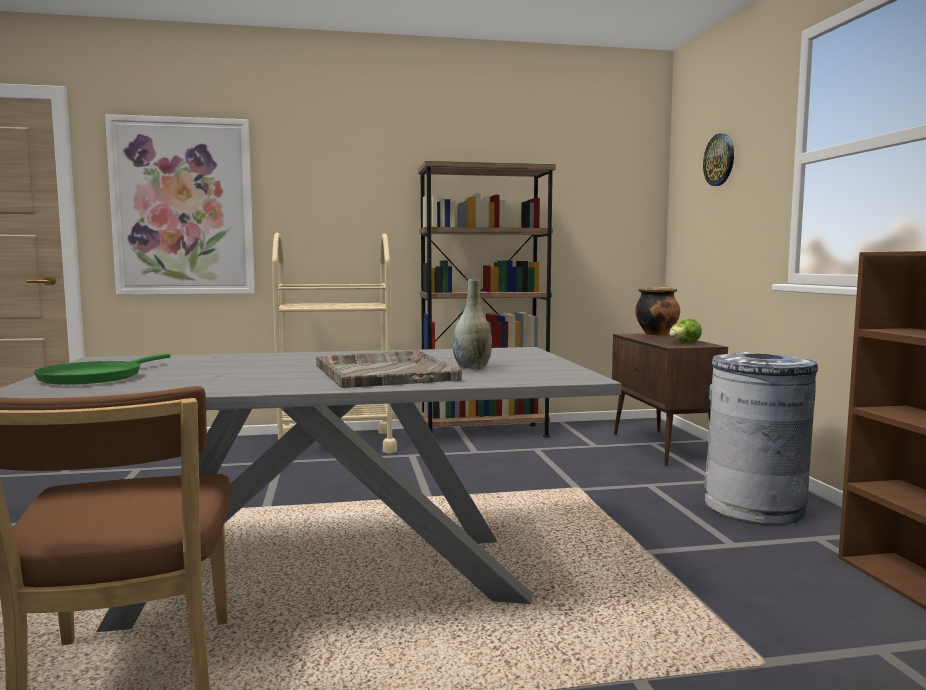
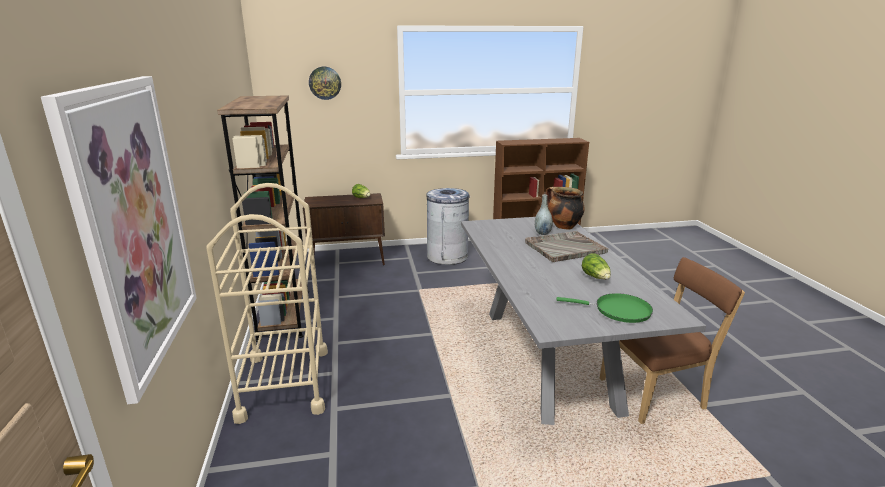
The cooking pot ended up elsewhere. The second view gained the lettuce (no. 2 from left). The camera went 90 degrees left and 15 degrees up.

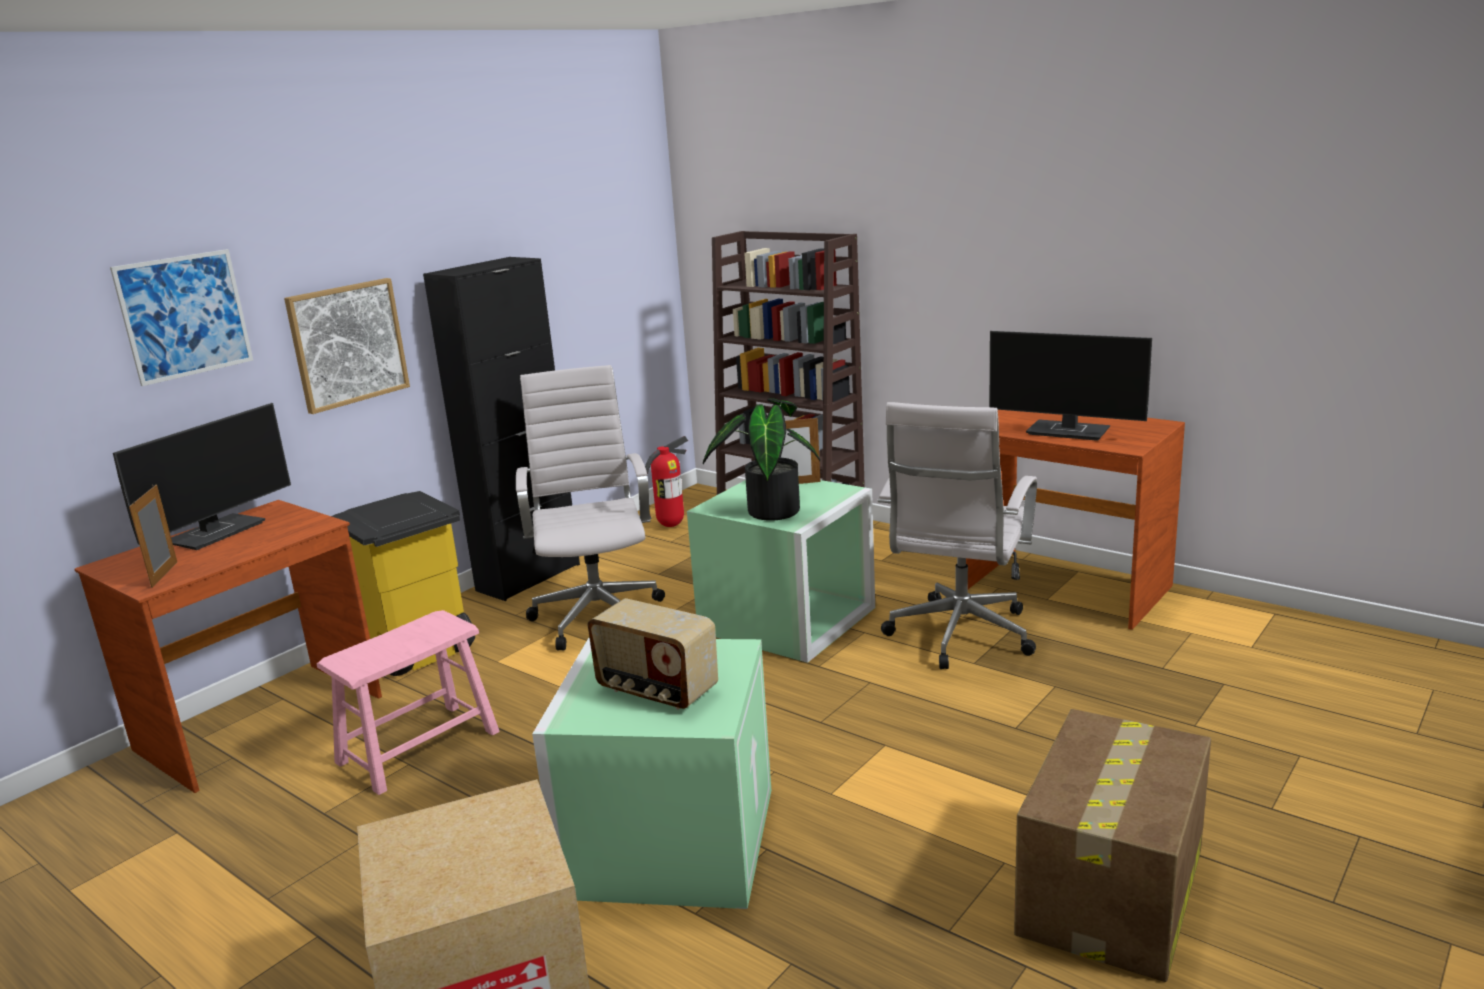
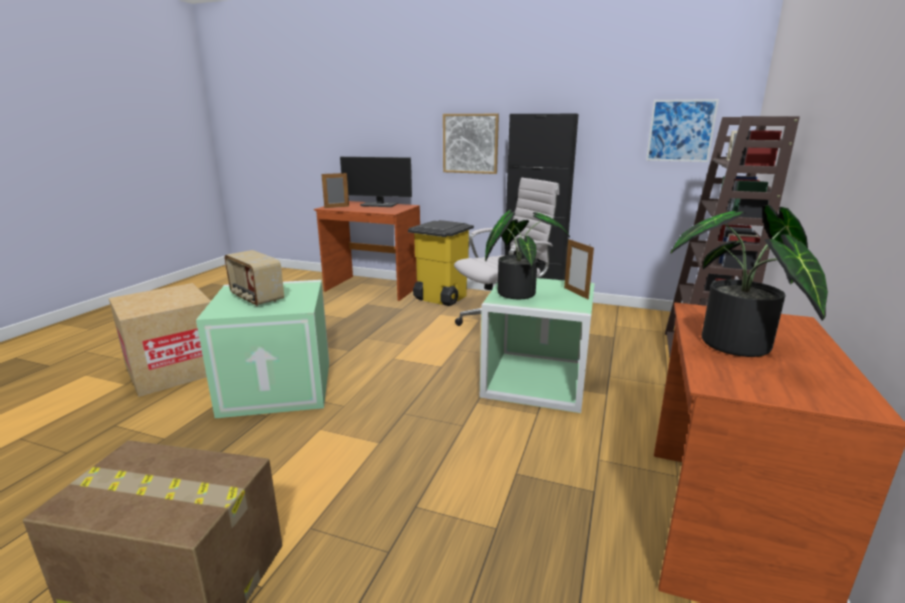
The picture (no. 1 from left in the first image) ended up elsewhere. Where the monitor (no. 2 from left) stood, the potted plant (no. 2 from left) came to stand. The second view lost the office chair/white (no. 2 from left). The second view lost the fire extinguisher. The radio ended up facing another way, 60 degrees counterclockwise from before. The second view lost the stool/pink. The camera went 70 degrees right and 0 degrees up.

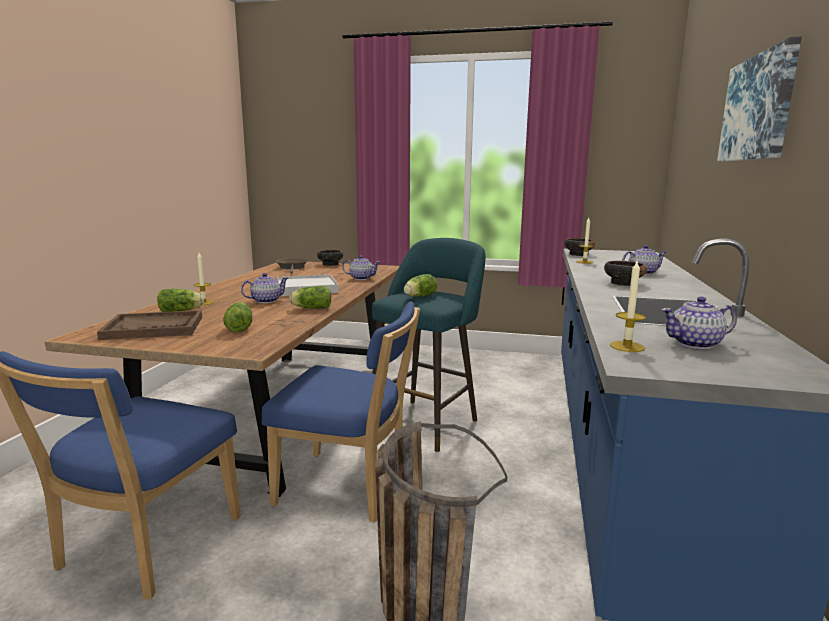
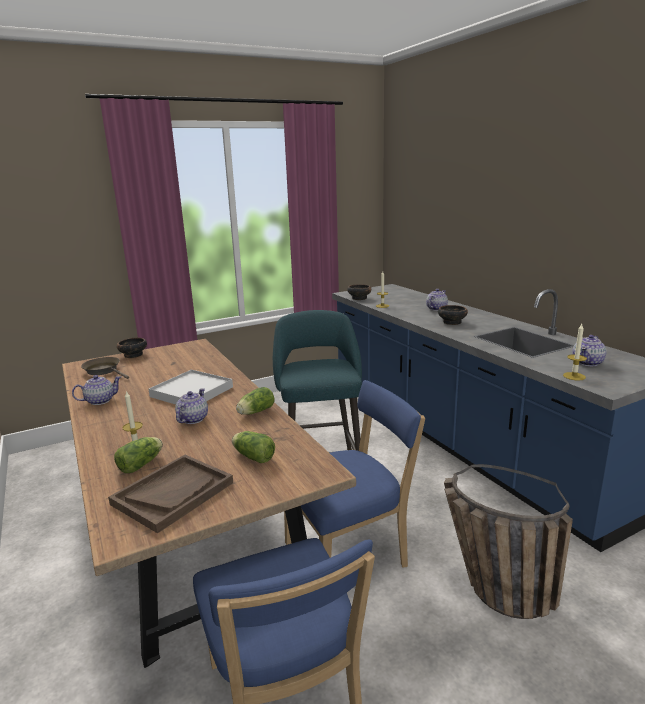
The second view lost the picture. The teapot (no. 2 from left in the first image) ended up elsewhere. The second view lost the lettuce (no. 4 from left). The camera went 40 degrees left and 5 degrees up.

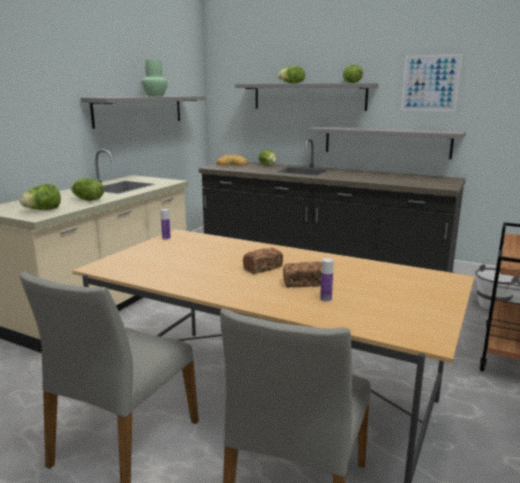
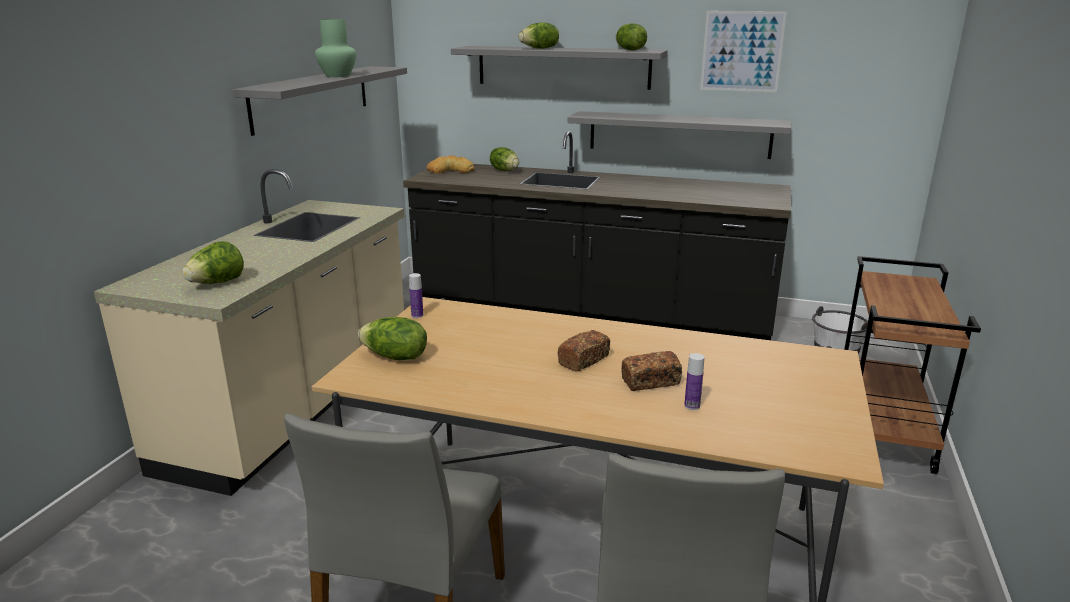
The lettuce (no. 2 from left) ended up elsewhere. The camera went 10 degrees left and 5 degrees up.

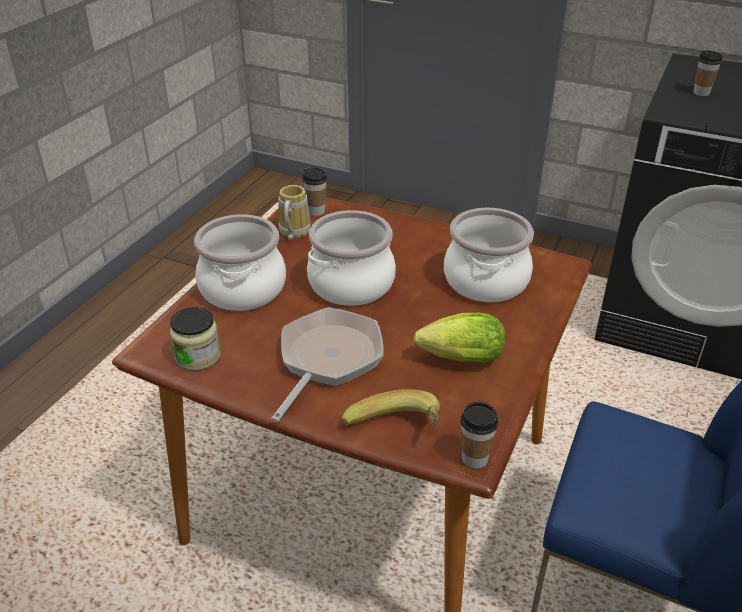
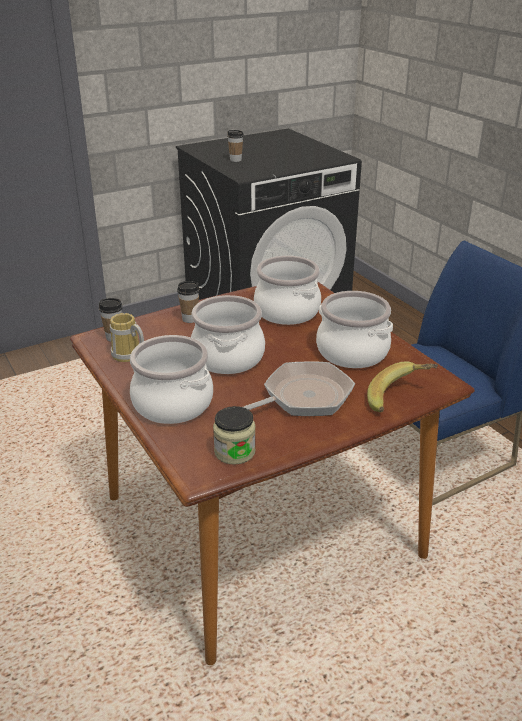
The frying pan ended up facing another way, 90 degrees clockwise from before. Where the lettuce stood, the cooking pot (no. 4 from left) came to stand. The cup (no. 2 from left) ended up elsewhere. The camera went 55 degrees left and 5 degrees down.

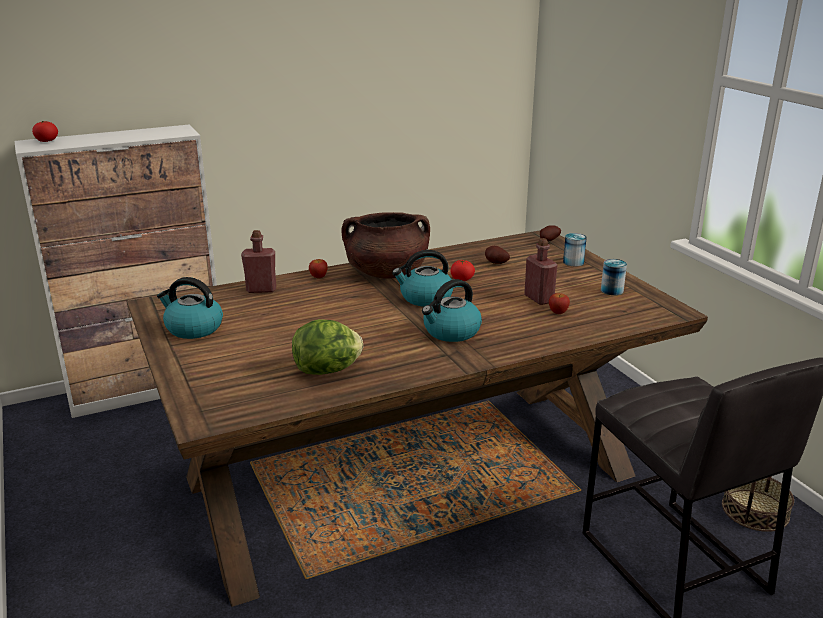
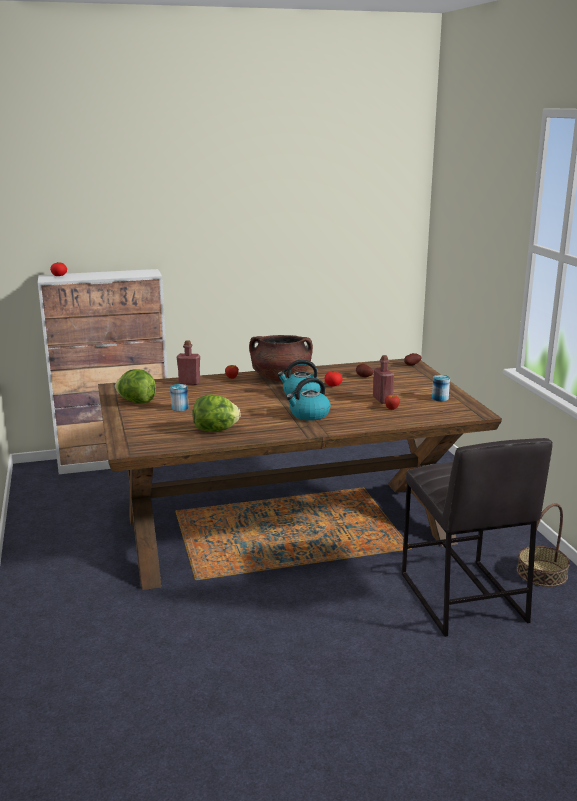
The can (no. 1 from left) ended up elsewhere. Where the kettle (no. 1 from left) stood, the lettuce (no. 1 from left) came to stand. The camera went 10 degrees right and 5 degrees down.

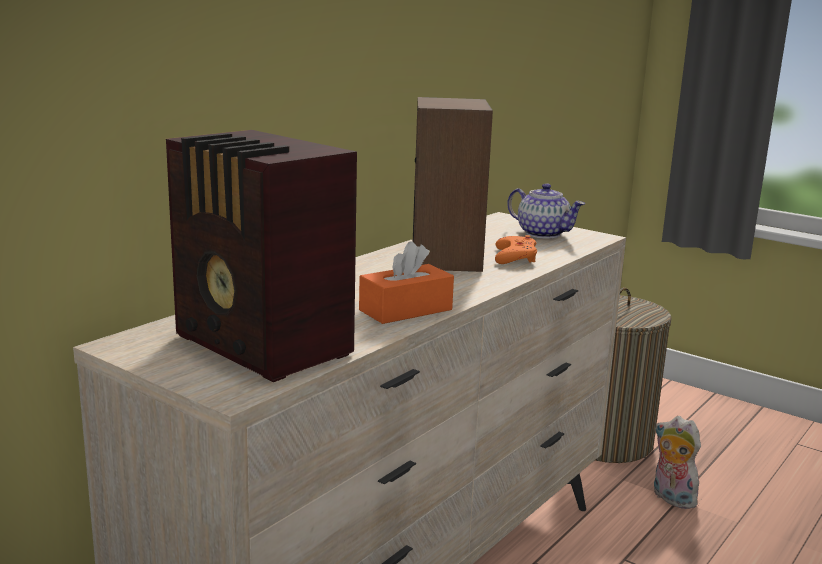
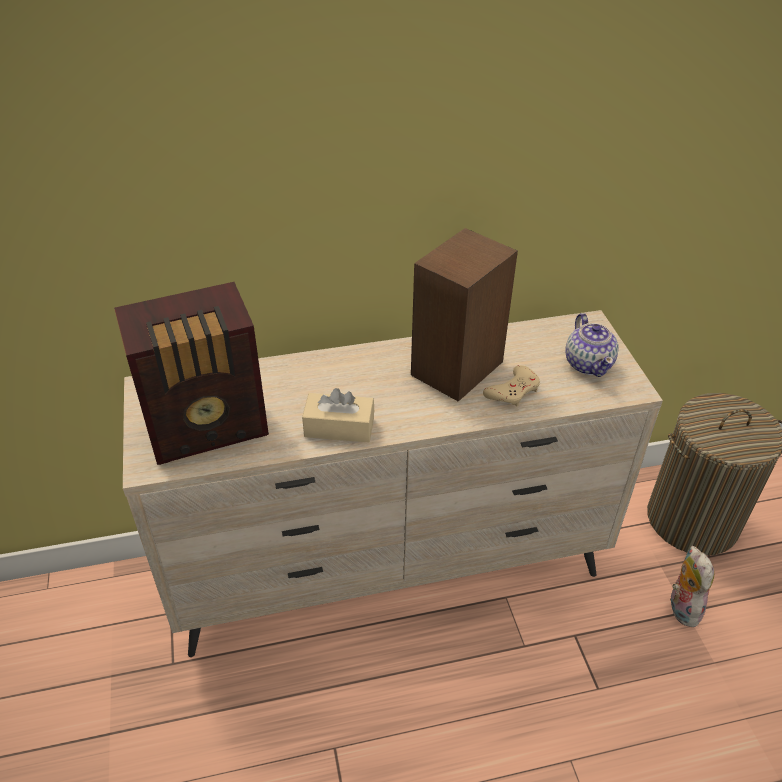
The radio ended up facing another way, 105 degrees counterclockwise from before. What was the game controller/orange turned into the game controller/beige. What was the tissue box/orange turned into the tissue box/beige. The camera went 40 degrees right and 25 degrees up.

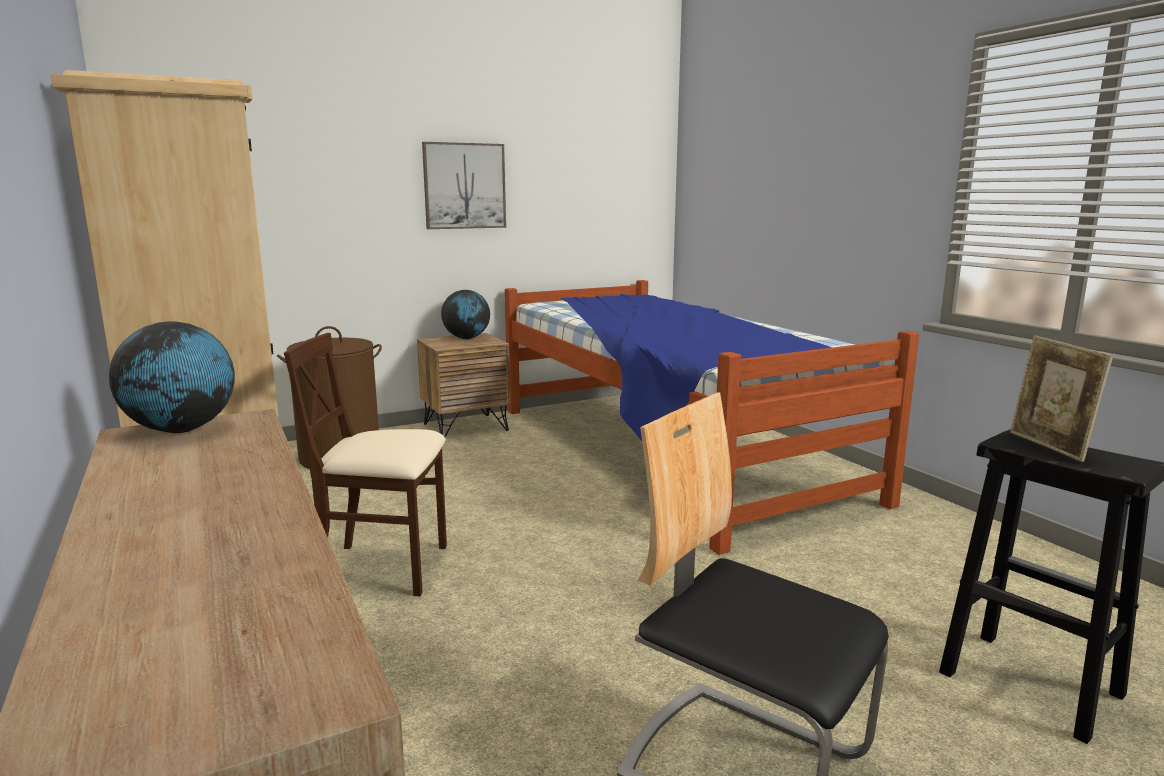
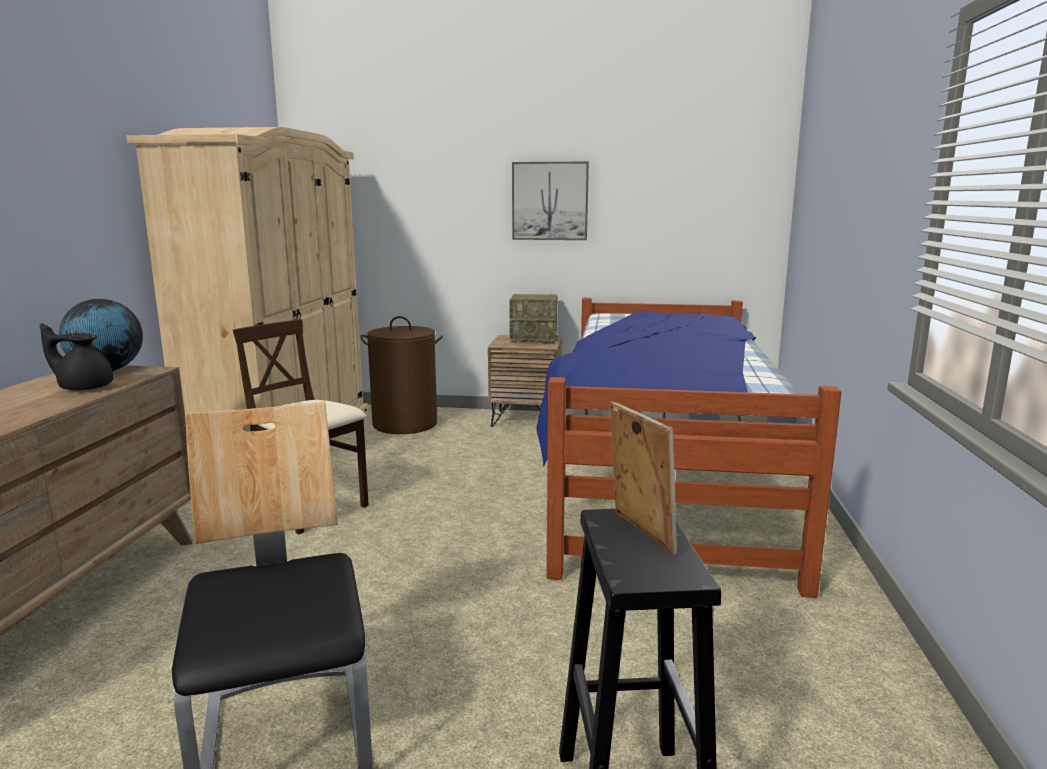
Where the globe (no. 2 from left) stood, the radio came to stand. The picture frame ended up facing another way, 135 degrees clockwise from before. The second view gained the teapot/black. The camera went 35 degrees right and 0 degrees up.

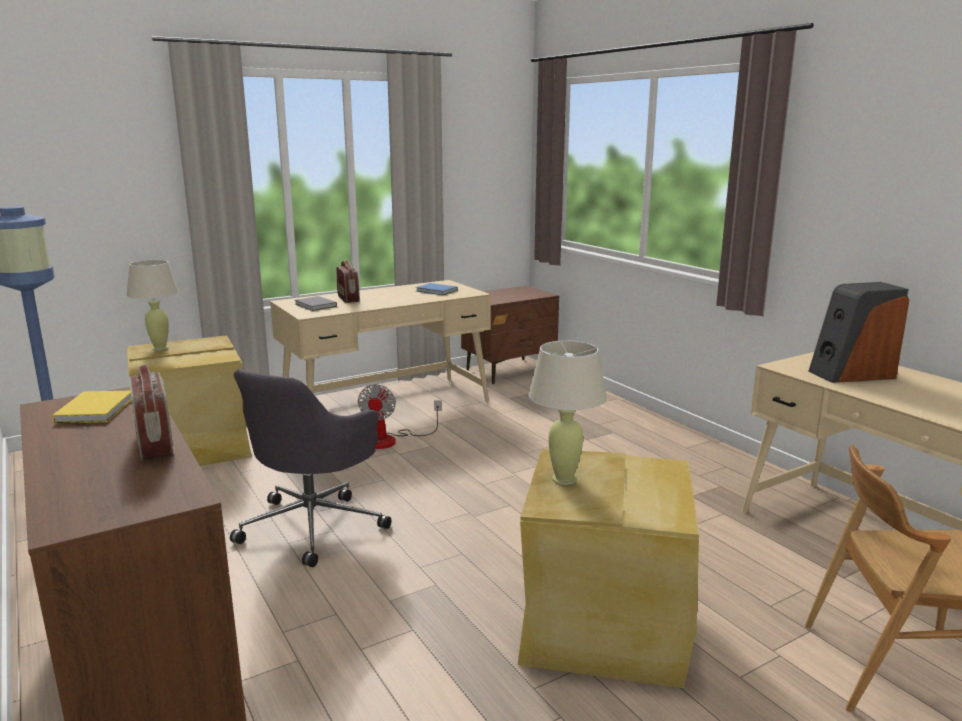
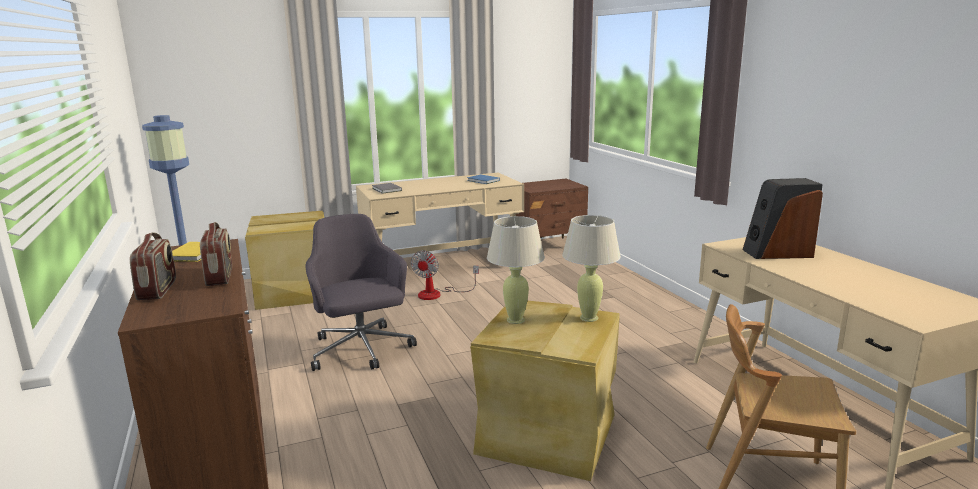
The table lamp/beige (no. 1 from left in the first image) ended up elsewhere. The radio (no. 2 from left in the first image) ended up elsewhere. The office chair/grey ended up facing another way, 120 degrees clockwise from before. The camera went 10 degrees right and 0 degrees up.

